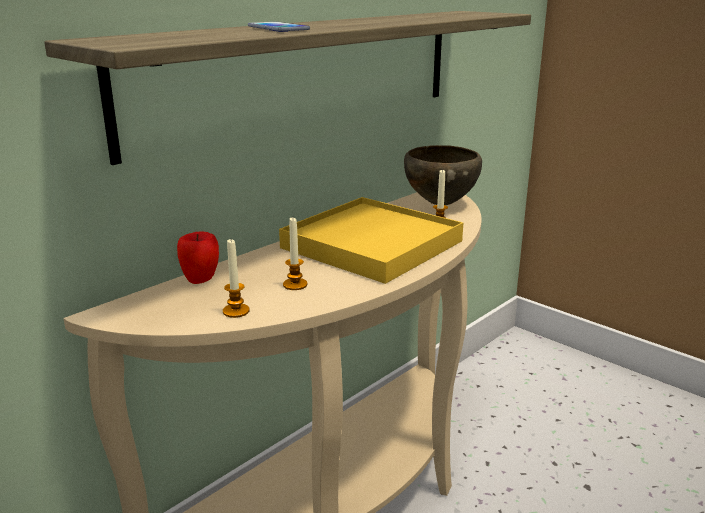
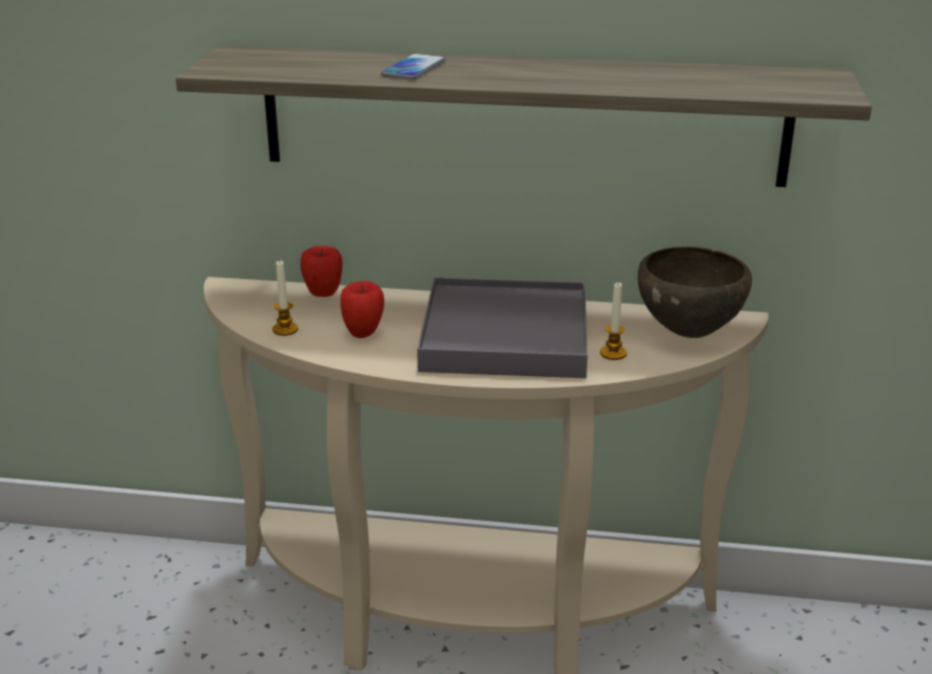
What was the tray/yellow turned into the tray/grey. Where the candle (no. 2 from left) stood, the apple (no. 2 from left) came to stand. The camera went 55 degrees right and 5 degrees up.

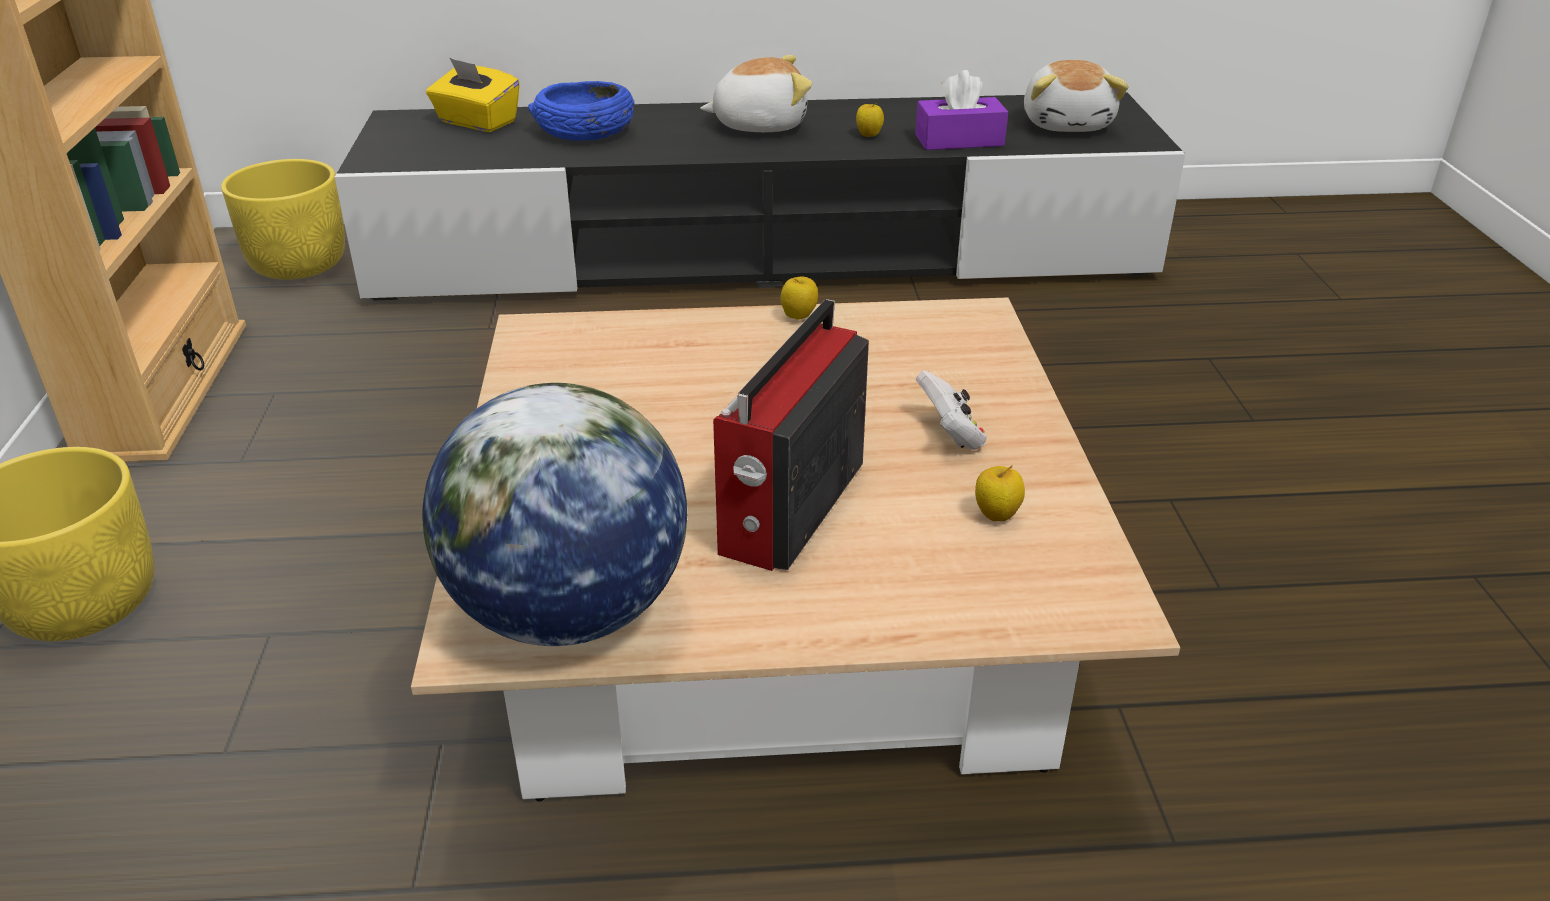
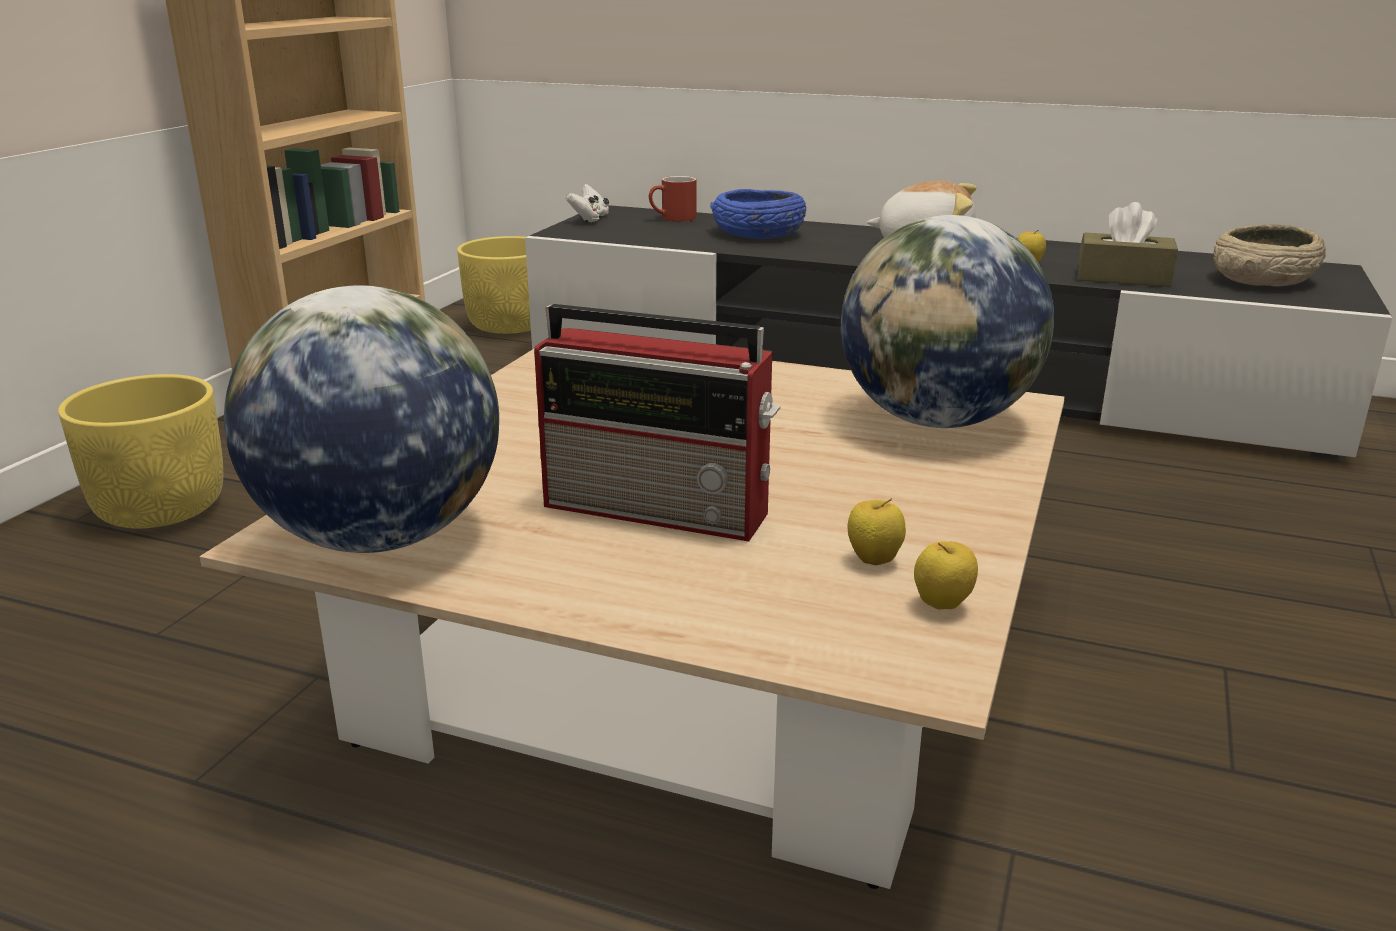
Where the tissue box/yellow stood, the mug/red came to stand. Where the plush toy (no. 2 from left) stood, the bowl/beige came to stand. What was the tissue box/purple turned into the tissue box/brown. The apple (no. 1 from left in the first image) ended up elsewhere. The radio ended up facing another way, 120 degrees counterclockwise from before. The game controller/white ended up elsewhere. The second view gained the globe (no. 2 from left). The camera went 25 degrees right and 10 degrees down.

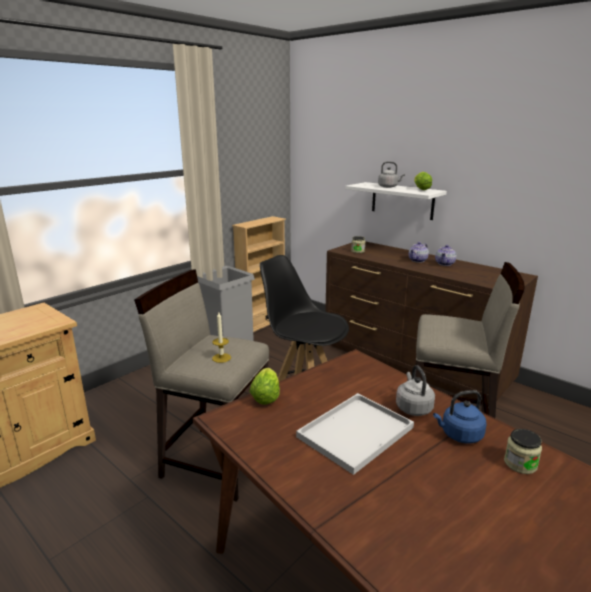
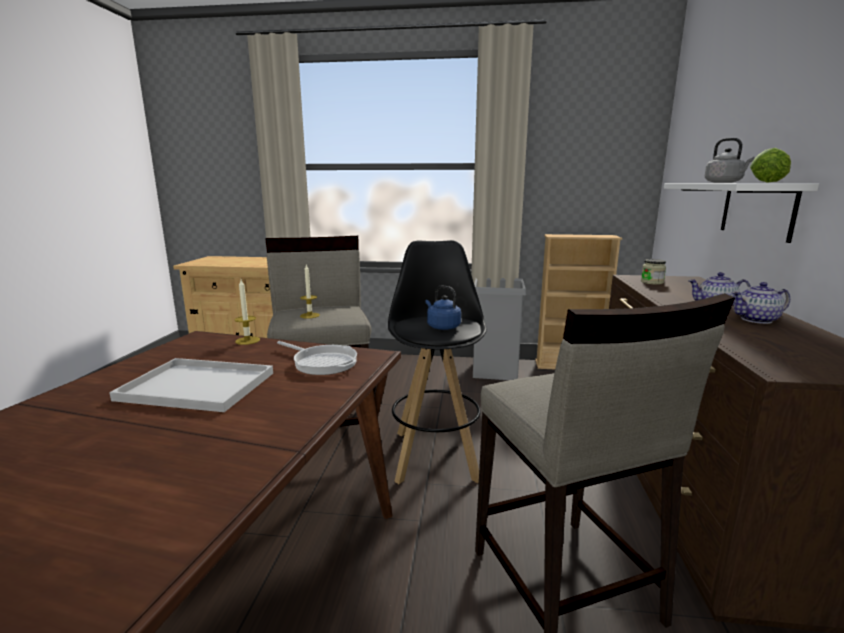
The second view lost the kettle/grey (no. 2 from left). Where the lettuce (no. 1 from left) stood, the candle (no. 1 from left) came to stand. The kettle/blue ended up elsewhere. The second view lost the jar (no. 2 from left). The second view gained the frying pan. The camera went 55 degrees right and 5 degrees down.

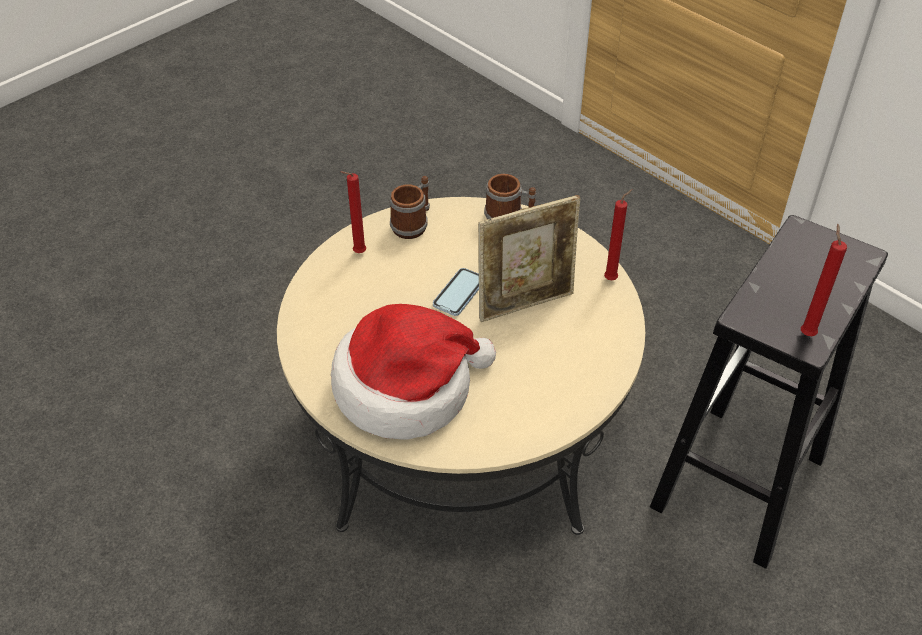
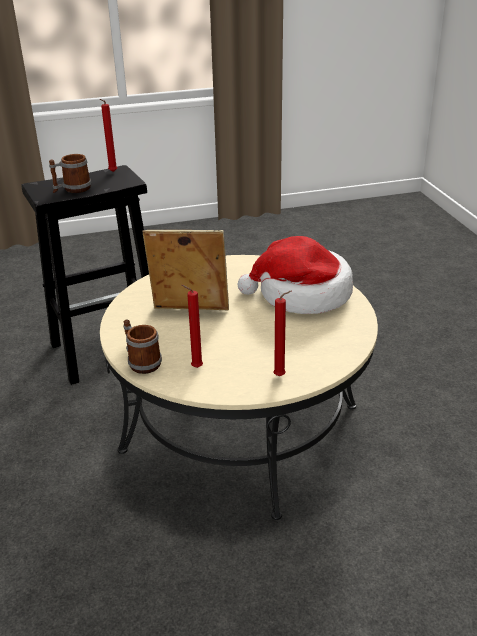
The mug (no. 1 from left) ended up elsewhere. The candle/red (no. 2 from left) ended up elsewhere. The second view lost the phone. The camera went 150 degrees left and 15 degrees down.

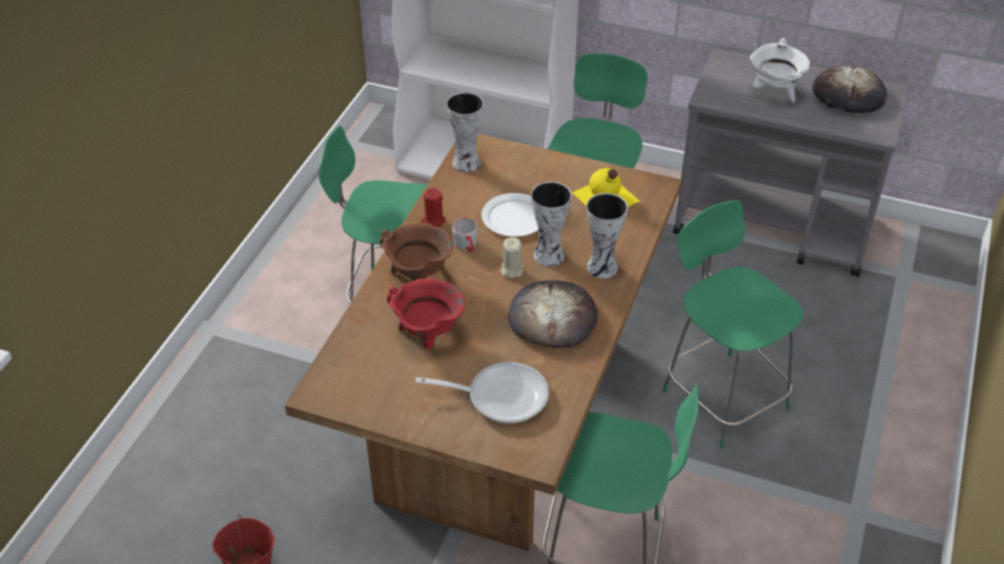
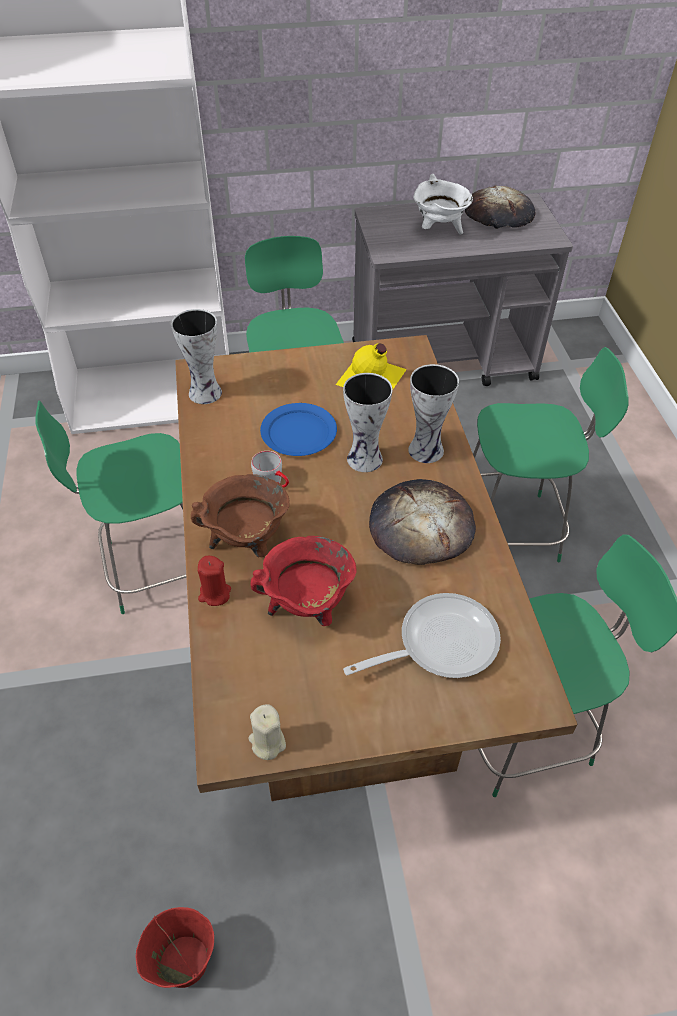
The candle/red ended up elsewhere. What was the plate/white turned into the plate/blue. The chair/green (no. 4 from left in the first image) ended up facing another way, 150 degrees clockwise from before. The candle/beige ended up elsewhere. The camera went 30 degrees left and 5 degrees up.

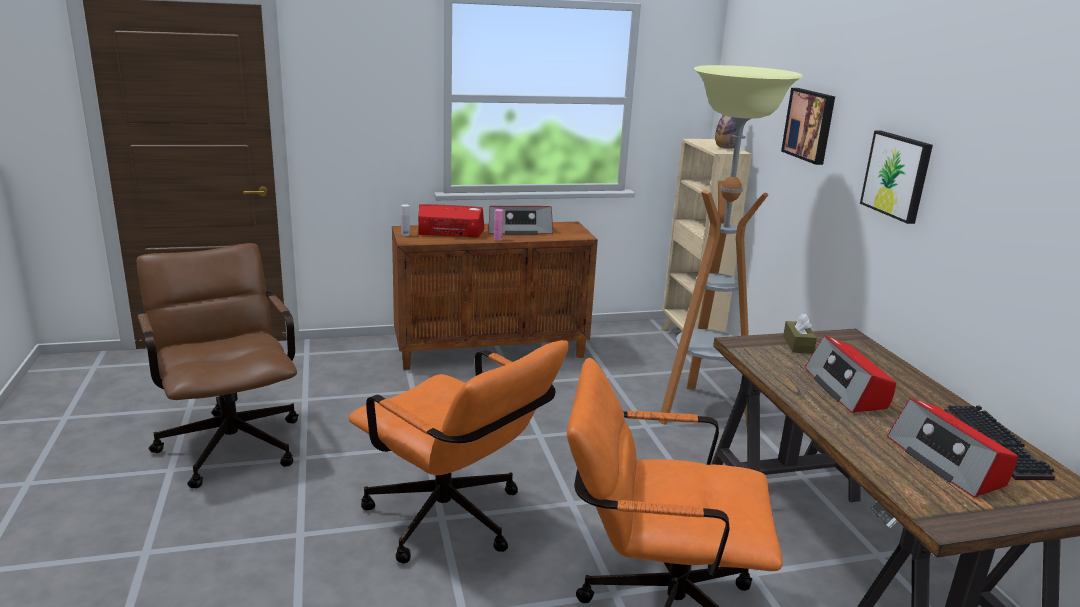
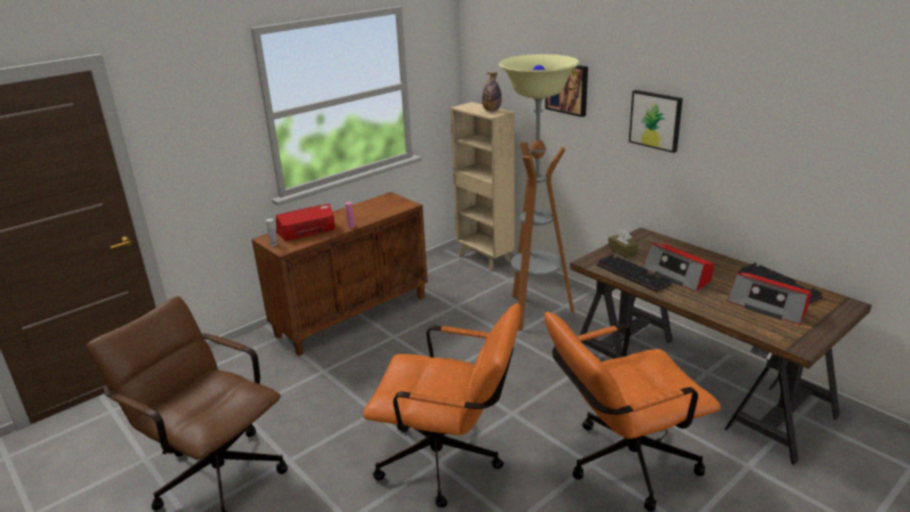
The second view lost the radio (no. 2 from left). The second view gained the keyboard (no. 1 from left). The camera went 25 degrees left and 5 degrees up.

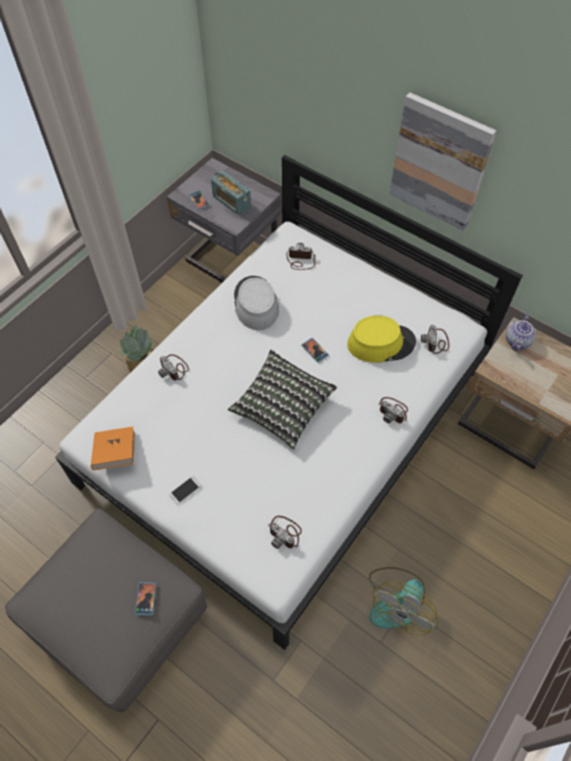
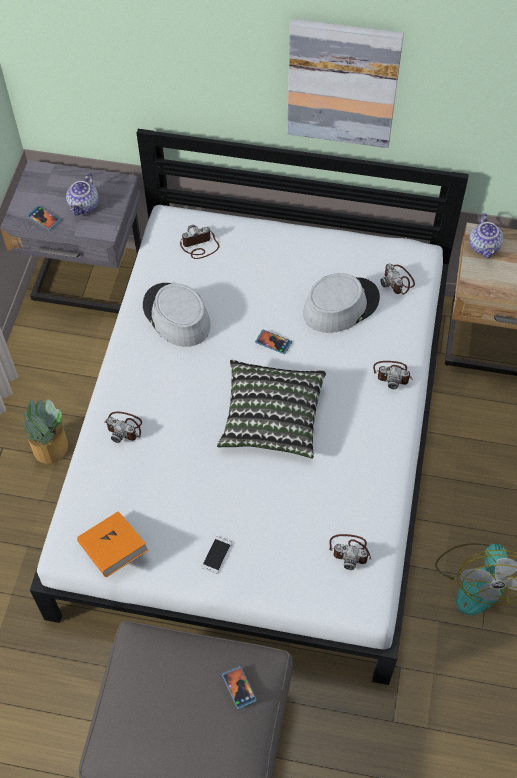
Where the radio stood, the teapot (no. 1 from left) came to stand. What was the hat/yellow turned into the hat/grey (no. 2 from left). The camera went 25 degrees left and 0 degrees up.

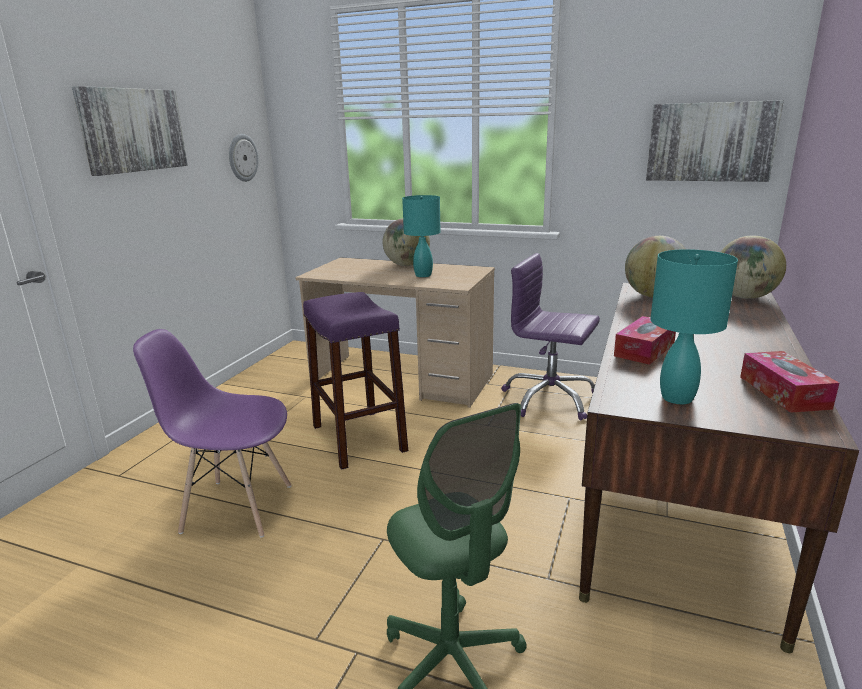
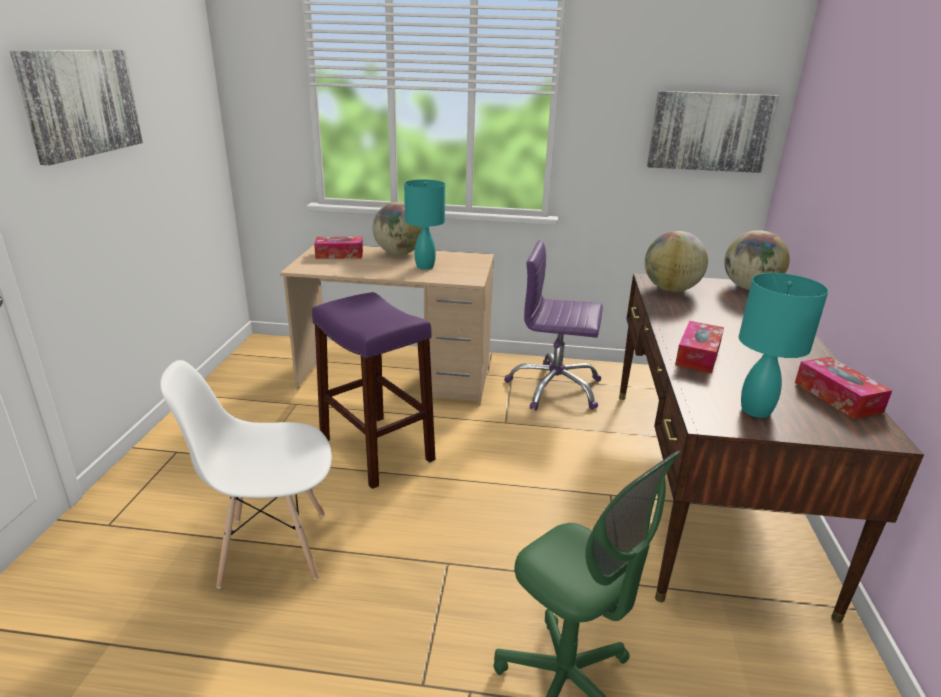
The second view lost the wall clock. What was the chair/purple turned into the chair/white. The second view gained the tissue box (no. 1 from left). The camera went 15 degrees left and 5 degrees up.

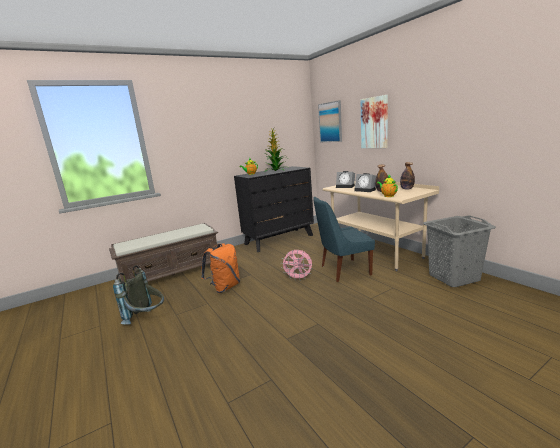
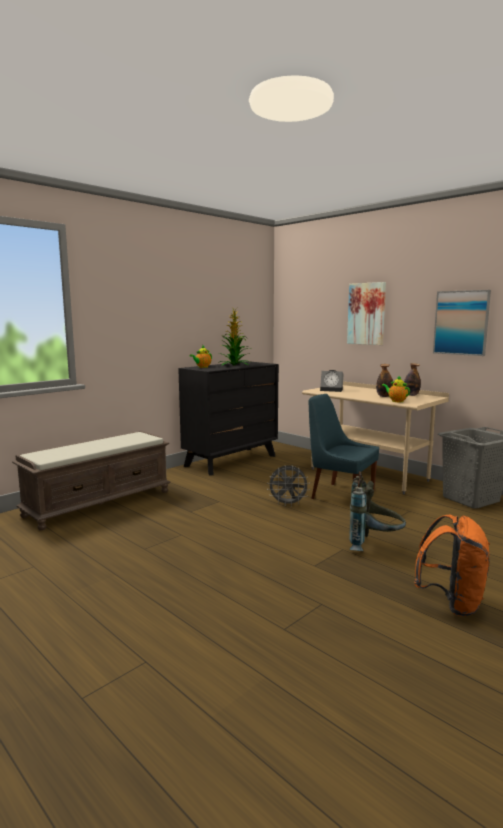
The picture (no. 1 from left in the first image) ended up elsewhere. The second view lost the alarm clock (no. 2 from left). The chair/blue ended up facing another way, 60 degrees clockwise from before. The backpack/orange ended up elsewhere. What was the fan/pink turned into the fan/grey. The backpack/grey ended up elsewhere. The camera went 15 degrees left and 5 degrees down.

